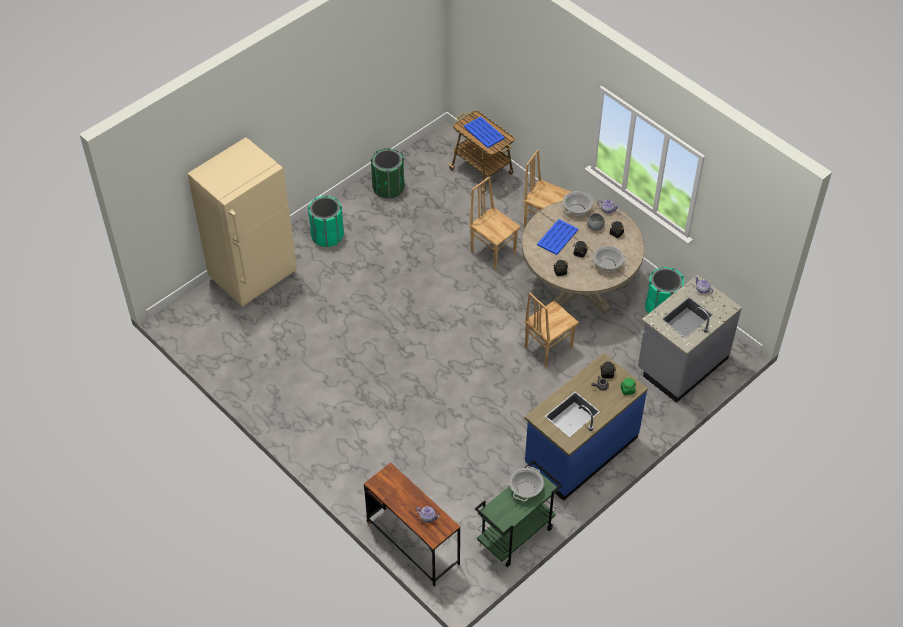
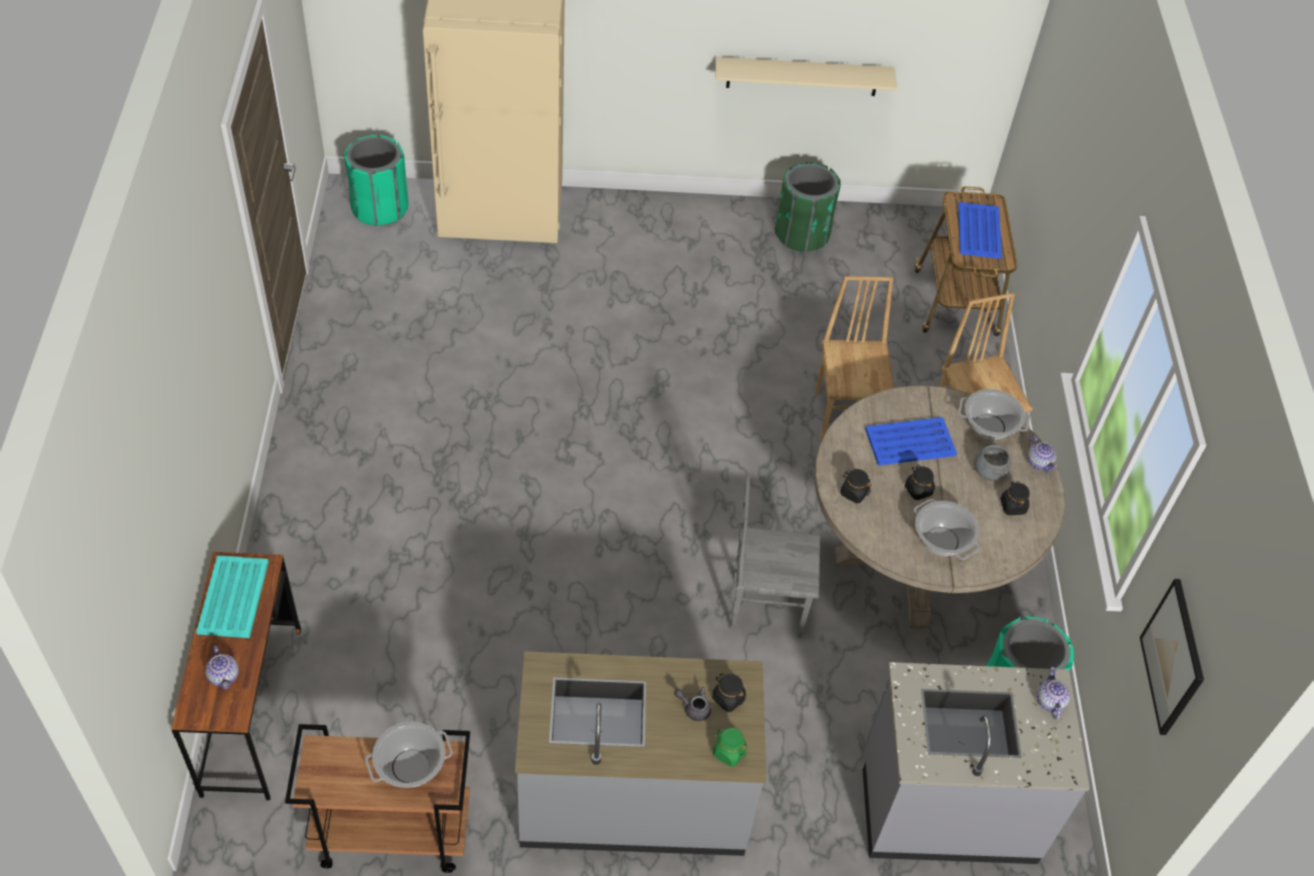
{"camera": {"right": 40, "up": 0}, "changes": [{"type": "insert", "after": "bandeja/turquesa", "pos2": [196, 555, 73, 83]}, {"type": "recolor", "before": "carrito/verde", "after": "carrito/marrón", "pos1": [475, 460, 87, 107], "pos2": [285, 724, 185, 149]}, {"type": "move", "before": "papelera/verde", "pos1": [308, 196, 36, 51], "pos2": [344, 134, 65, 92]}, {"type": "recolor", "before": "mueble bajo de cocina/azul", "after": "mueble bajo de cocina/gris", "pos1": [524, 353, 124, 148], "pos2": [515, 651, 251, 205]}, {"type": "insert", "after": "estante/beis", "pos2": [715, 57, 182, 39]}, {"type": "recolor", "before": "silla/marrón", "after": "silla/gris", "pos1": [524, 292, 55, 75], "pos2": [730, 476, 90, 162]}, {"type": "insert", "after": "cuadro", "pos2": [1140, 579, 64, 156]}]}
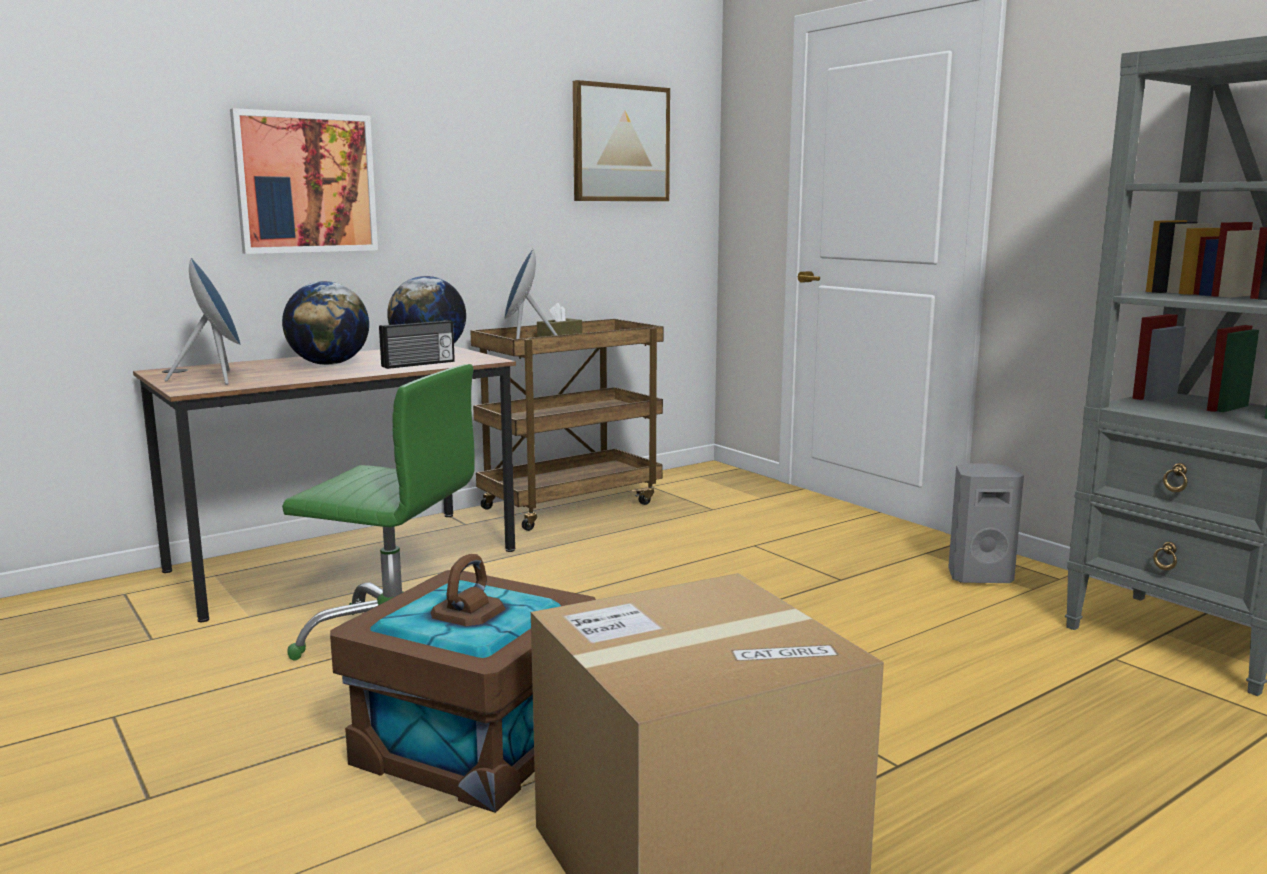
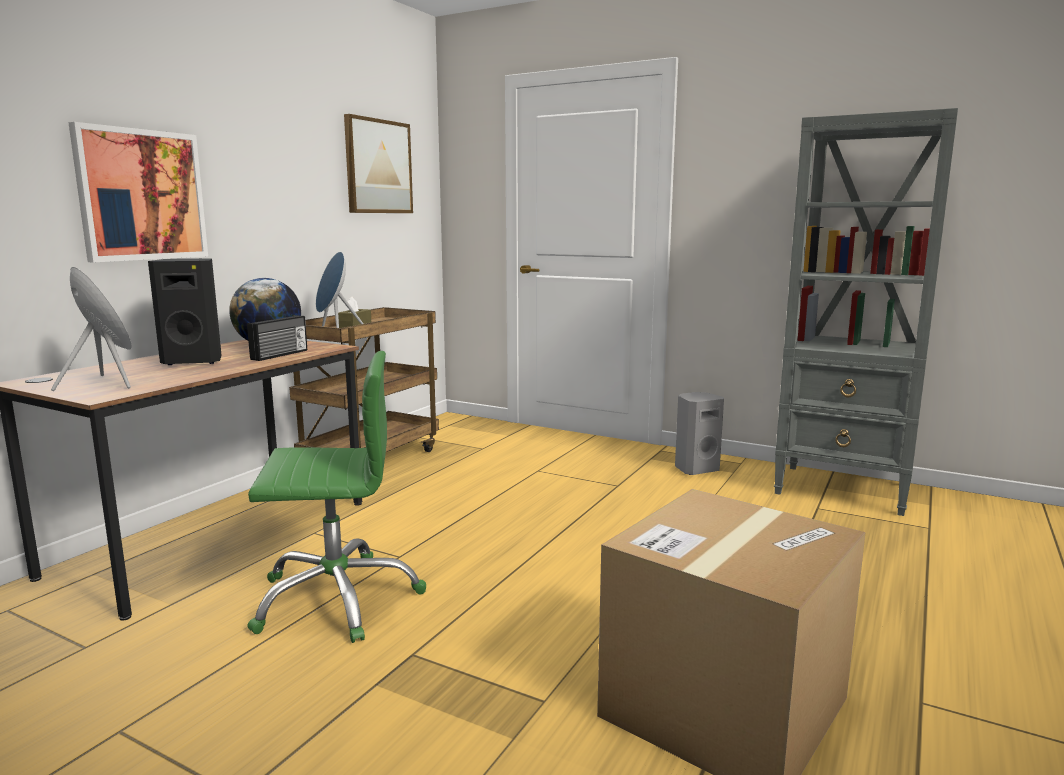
{"camera": {"right": -25, "up": 0}, "changes": [{"type": "replace", "before": "globo terráqueo", "after": "altavoz/negro", "pos1": [282, 281, 87, 84], "pos2": [148, 258, 74, 107]}, {"type": "delete", "before": "caja de almacenaje/marrón", "pos1": [330, 554, 266, 259]}]}
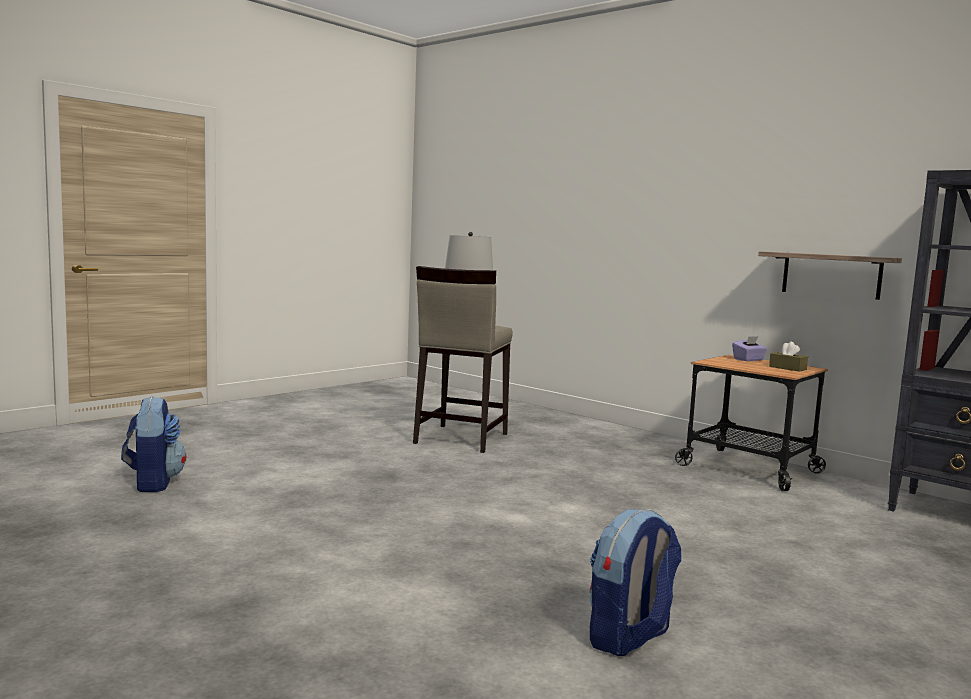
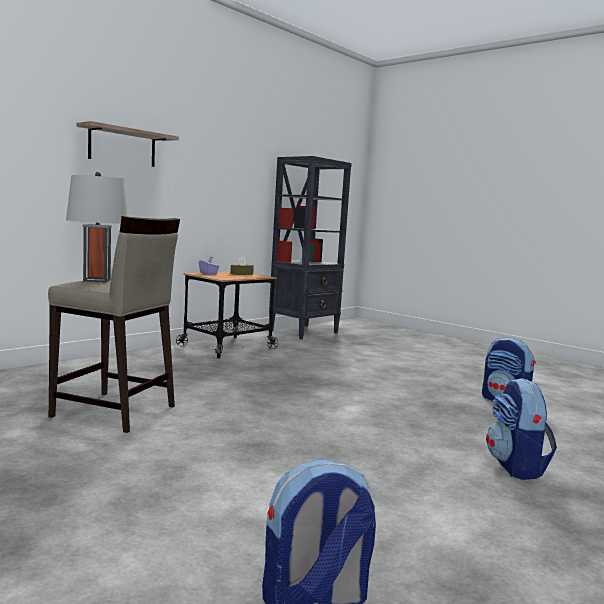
{"camera": {"right": -90, "up": 0}, "changes": [{"type": "move", "before": "estante", "pos1": [758, 251, 144, 49], "pos2": [76, 121, 103, 46]}, {"type": "insert", "after": "mochila", "pos2": [486, 378, 71, 102]}]}
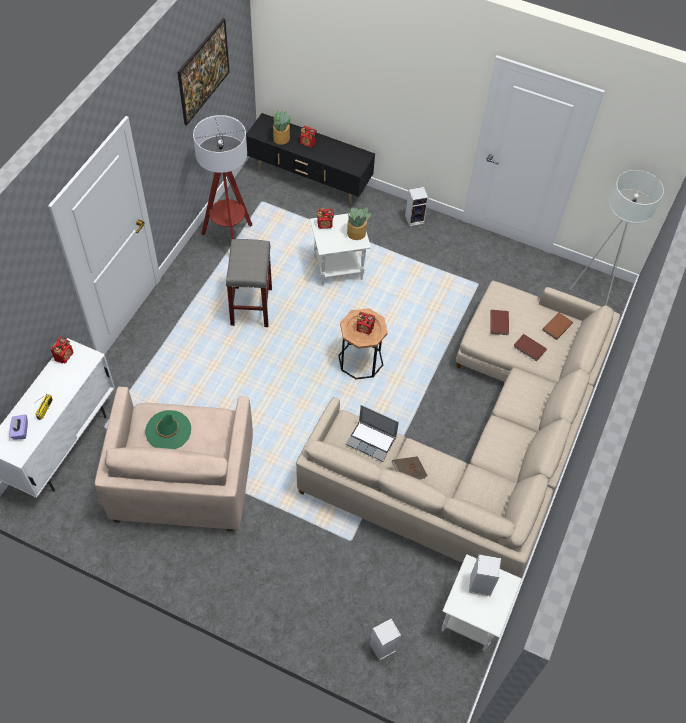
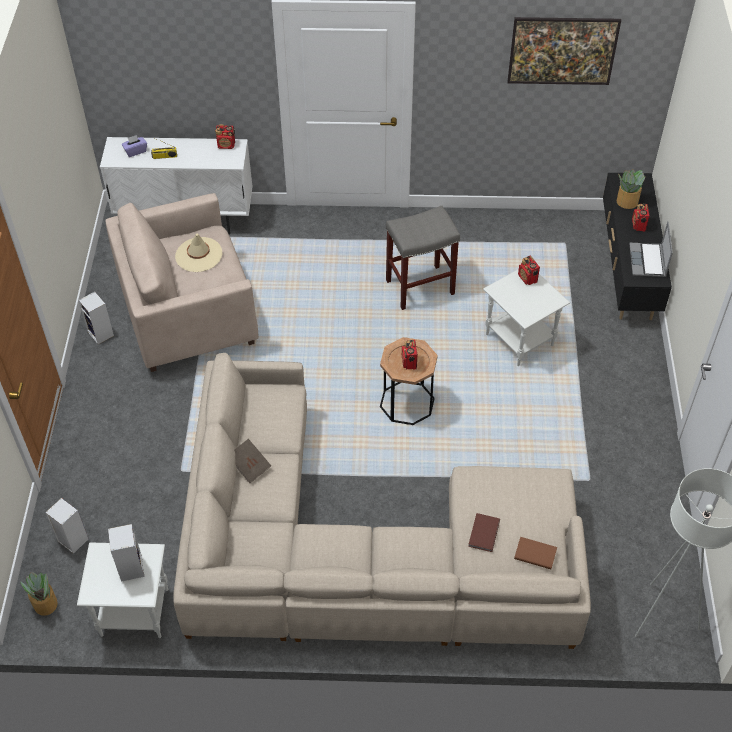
{"camera": {"right": 70, "up": -5}, "changes": [{"type": "move", "before": "planta en maceta", "pos1": [347, 207, 24, 33], "pos2": [20, 572, 38, 44]}, {"type": "move", "before": "altavoz", "pos1": [405, 187, 23, 40], "pos2": [78, 292, 36, 52]}, {"type": "recolor", "before": "sombrero/verde", "after": "sombrero/beis", "pos1": [145, 410, 46, 39], "pos2": [175, 233, 47, 39]}, {"type": "move", "before": "portátil", "pos1": [346, 405, 53, 57], "pos2": [629, 221, 44, 56]}, {"type": "delete", "before": "lámpara de pie", "pos1": [193, 115, 59, 124]}, {"type": "delete", "before": "libro/marrón", "pos1": [490, 310, 19, 25]}]}
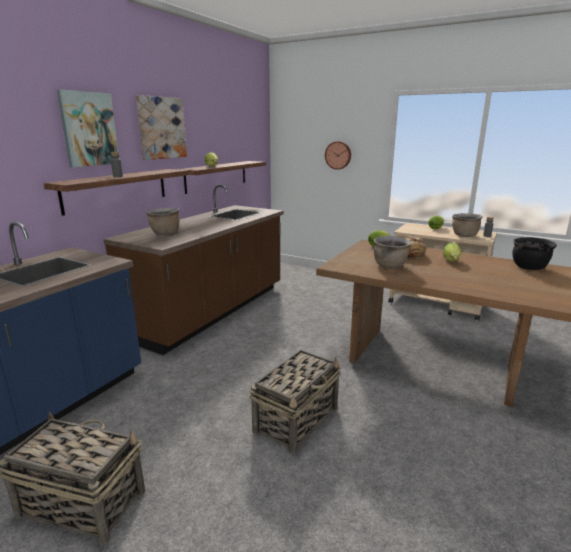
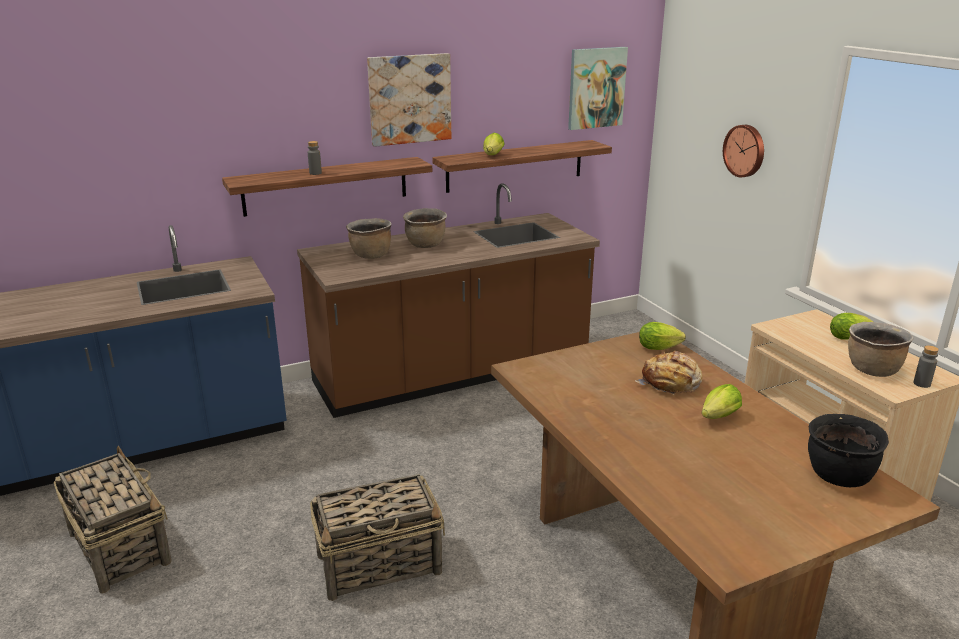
{"camera": {"right": 35, "up": 5}, "changes": [{"type": "move", "before": "olla/marrón", "pos1": [374, 236, 37, 33], "pos2": [403, 208, 44, 40]}, {"type": "move", "before": "cuadro", "pos1": [57, 90, 62, 77], "pos2": [568, 47, 60, 83]}]}
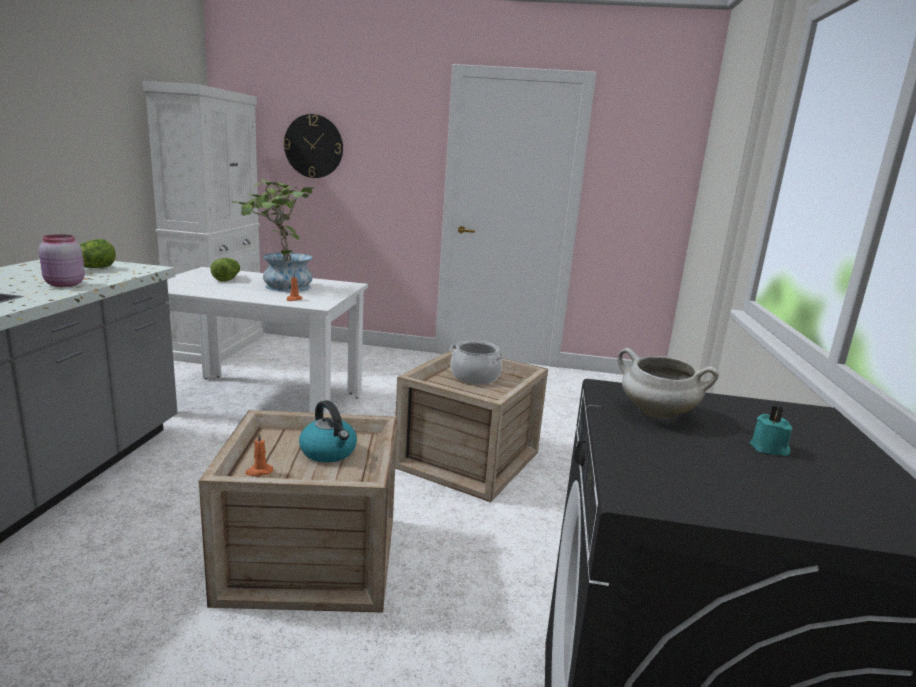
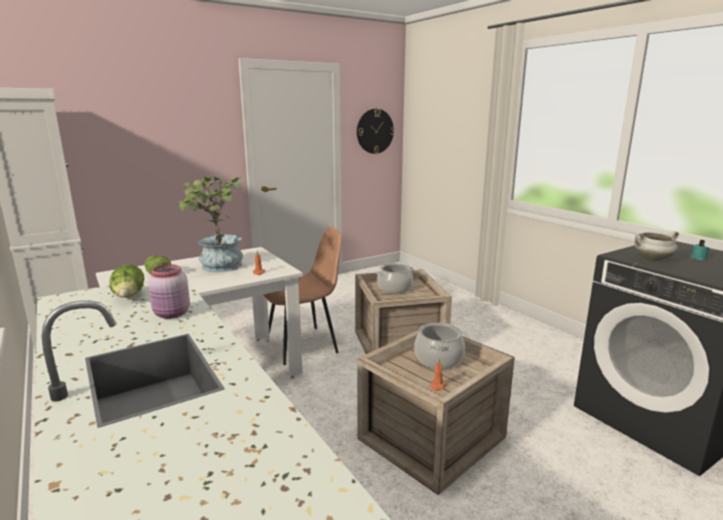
{"camera": {"right": -40, "up": 0}, "changes": [{"type": "insert", "after": "silla/marrón", "pos2": [263, 227, 79, 138]}, {"type": "move", "before": "reloj de pared", "pos1": [284, 114, 59, 64], "pos2": [357, 109, 37, 45]}, {"type": "replace", "before": "hervidor", "after": "olla", "pos1": [299, 400, 58, 62], "pos2": [414, 322, 51, 47]}]}
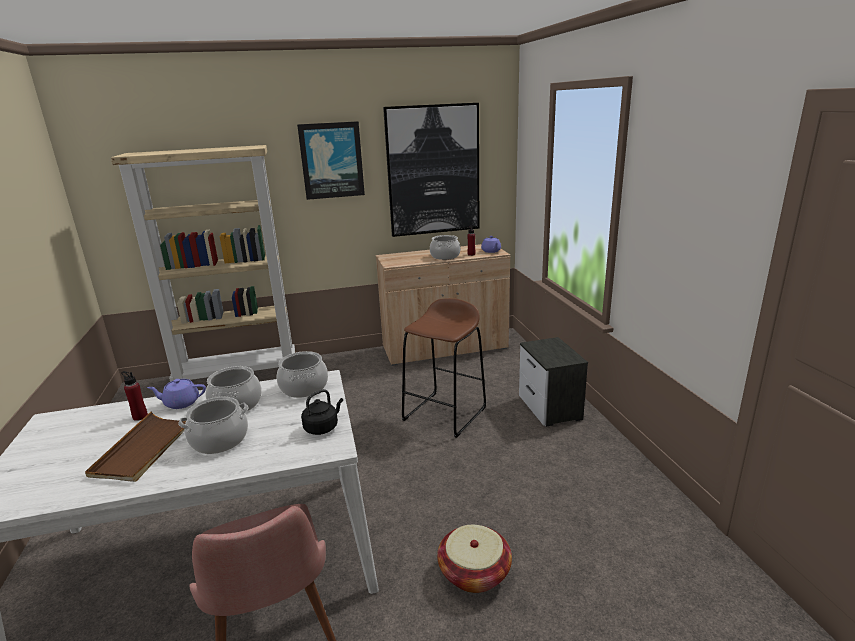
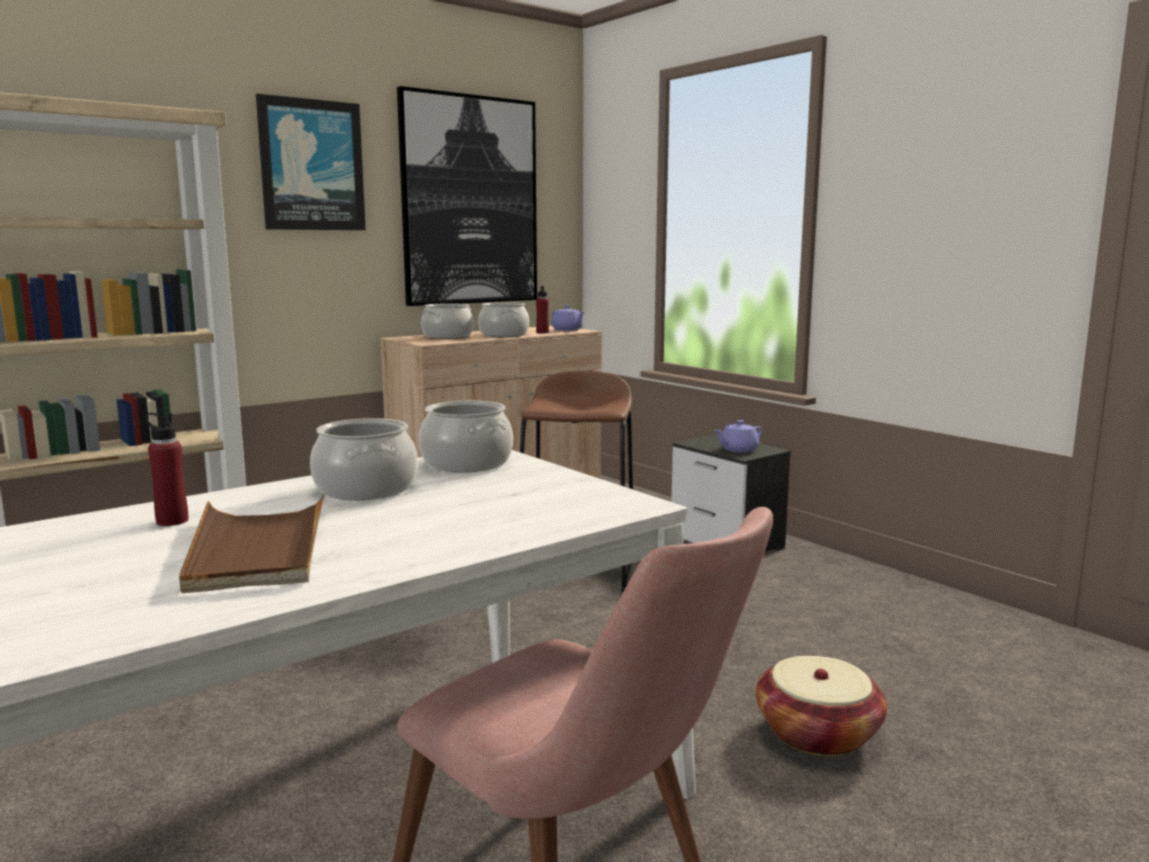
{"camera": {"right": -25, "up": -10}, "changes": [{"type": "move", "before": "olla", "pos1": [178, 397, 70, 57], "pos2": [421, 303, 53, 36]}, {"type": "move", "before": "tetera/morado", "pos1": [147, 379, 59, 30], "pos2": [714, 420, 49, 33]}, {"type": "delete", "before": "hervidor/negro", "pos1": [301, 389, 42, 46]}]}
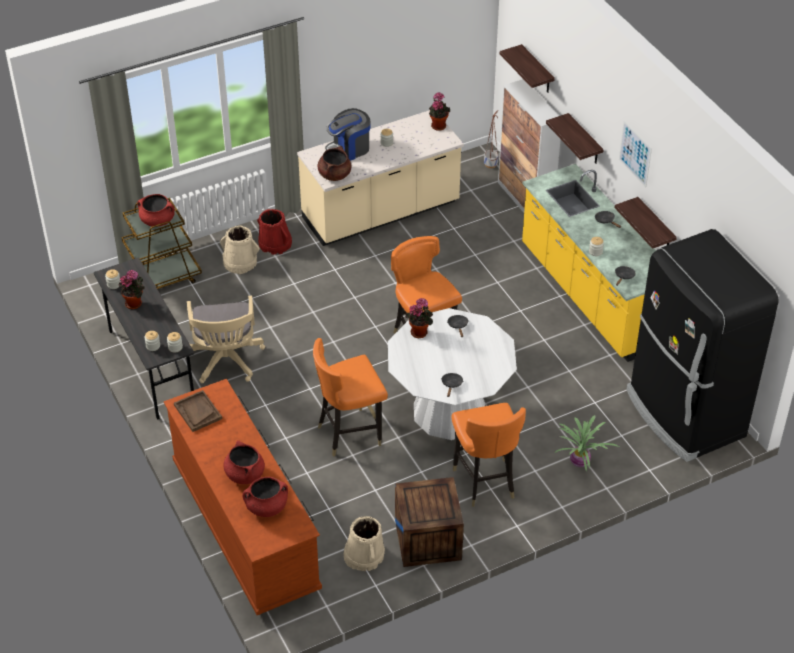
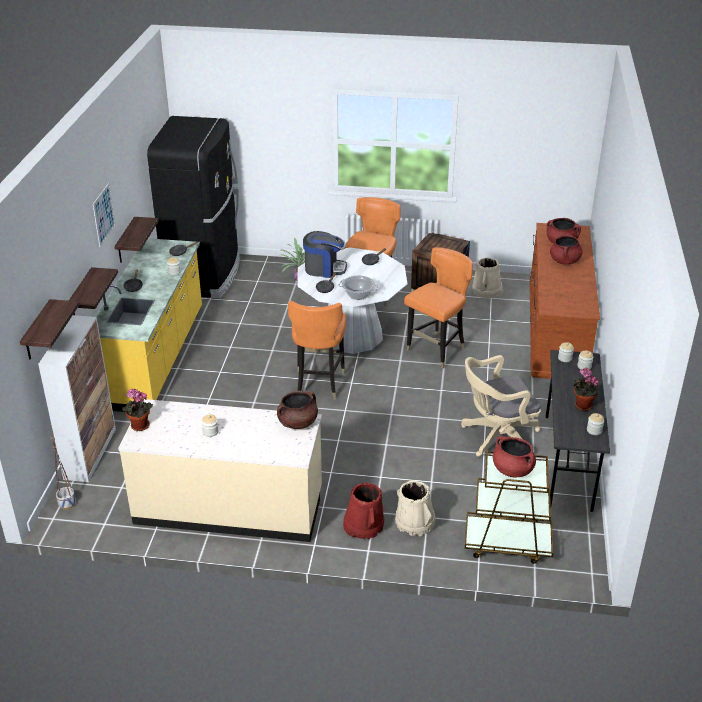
{"camera": {"right": -145, "up": -10}, "changes": [{"type": "move", "before": "cafetera", "pos1": [325, 108, 46, 53], "pos2": [303, 231, 44, 47]}, {"type": "replace", "before": "planta en maceta", "after": "olla", "pos1": [405, 298, 28, 40], "pos2": [338, 275, 40, 25]}, {"type": "rotate", "before": "silla/naranja", "pos1": [313, 338, 75, 118], "pos2": [404, 247, 69, 122], "turn": -60}, {"type": "rotate", "before": "silla de oficina/beis", "pos1": [187, 296, 78, 87], "pos2": [461, 355, 80, 102], "turn": -135}, {"type": "delete", "before": "bandeja/marrón", "pos1": [174, 390, 48, 42]}]}
